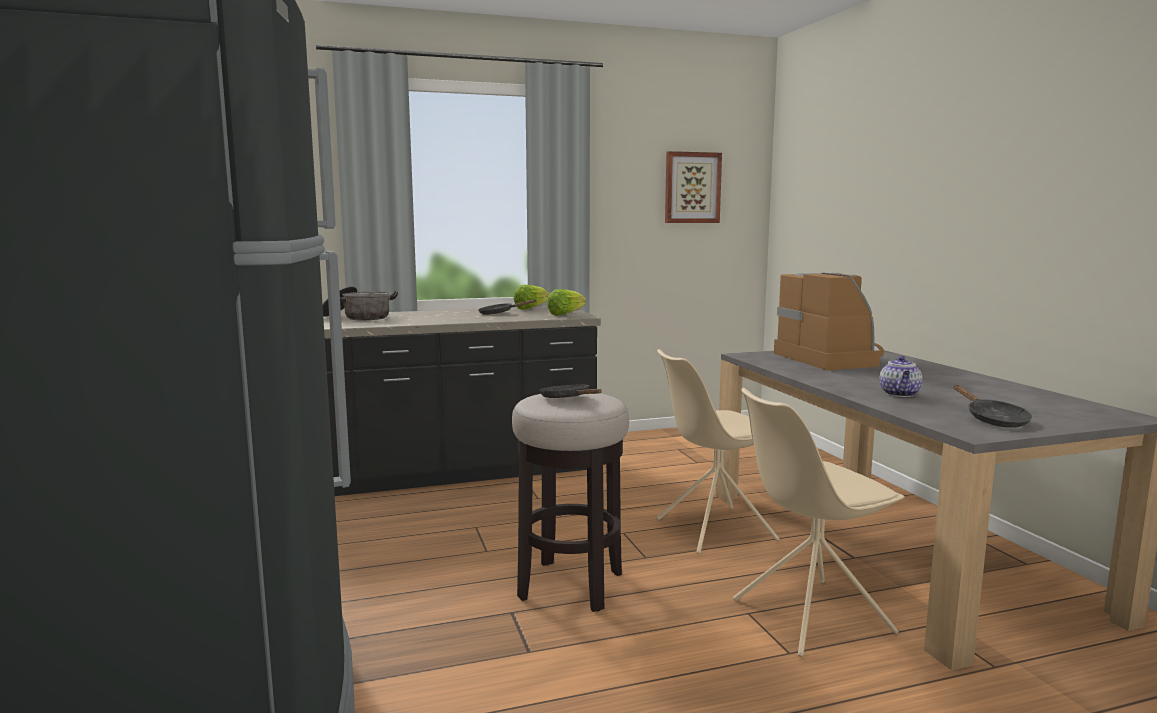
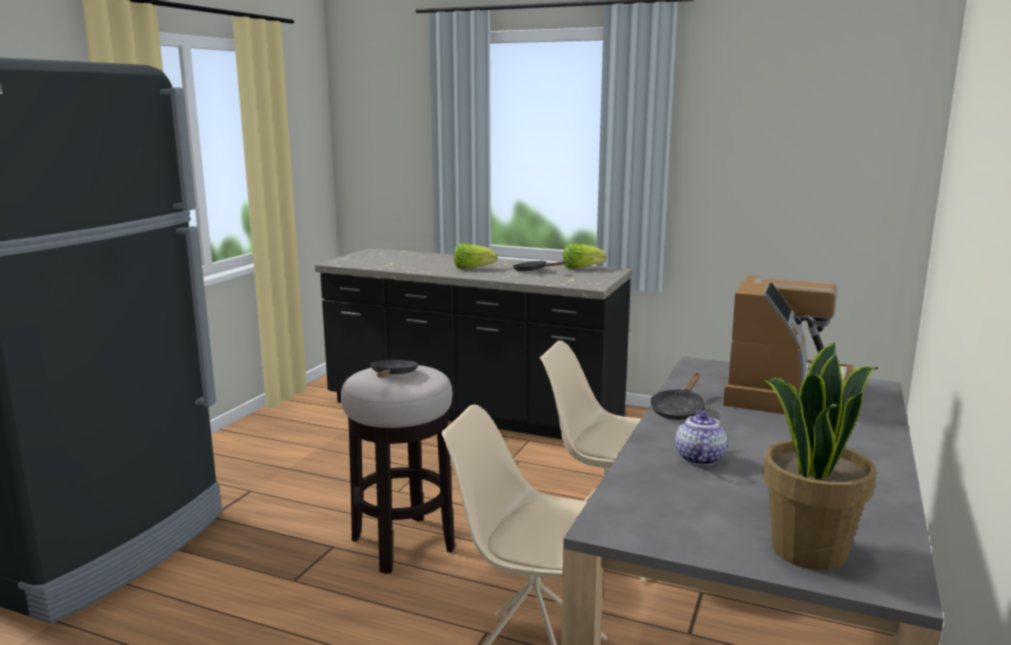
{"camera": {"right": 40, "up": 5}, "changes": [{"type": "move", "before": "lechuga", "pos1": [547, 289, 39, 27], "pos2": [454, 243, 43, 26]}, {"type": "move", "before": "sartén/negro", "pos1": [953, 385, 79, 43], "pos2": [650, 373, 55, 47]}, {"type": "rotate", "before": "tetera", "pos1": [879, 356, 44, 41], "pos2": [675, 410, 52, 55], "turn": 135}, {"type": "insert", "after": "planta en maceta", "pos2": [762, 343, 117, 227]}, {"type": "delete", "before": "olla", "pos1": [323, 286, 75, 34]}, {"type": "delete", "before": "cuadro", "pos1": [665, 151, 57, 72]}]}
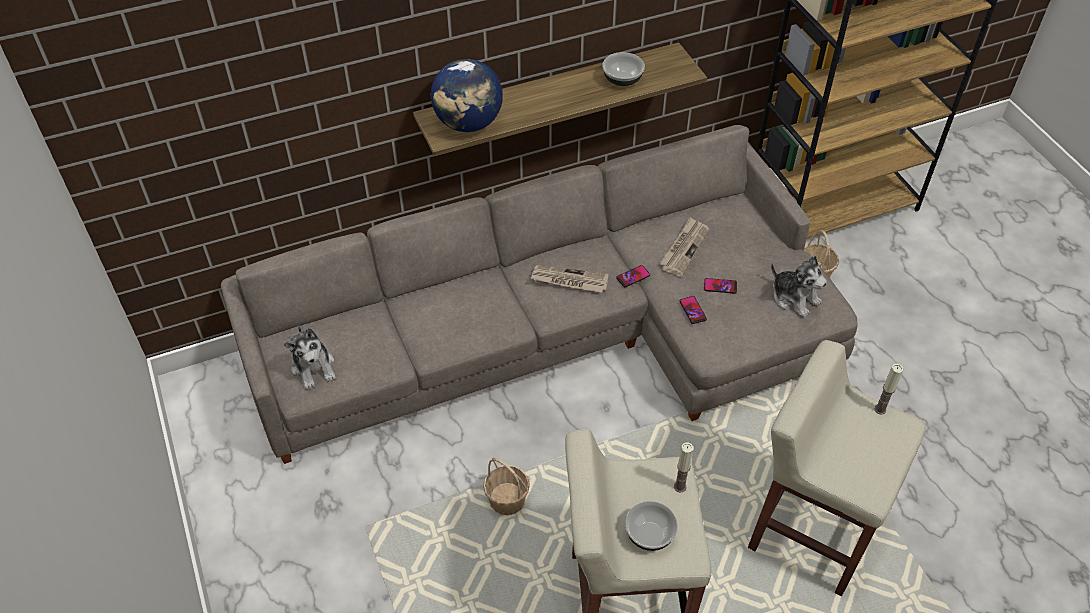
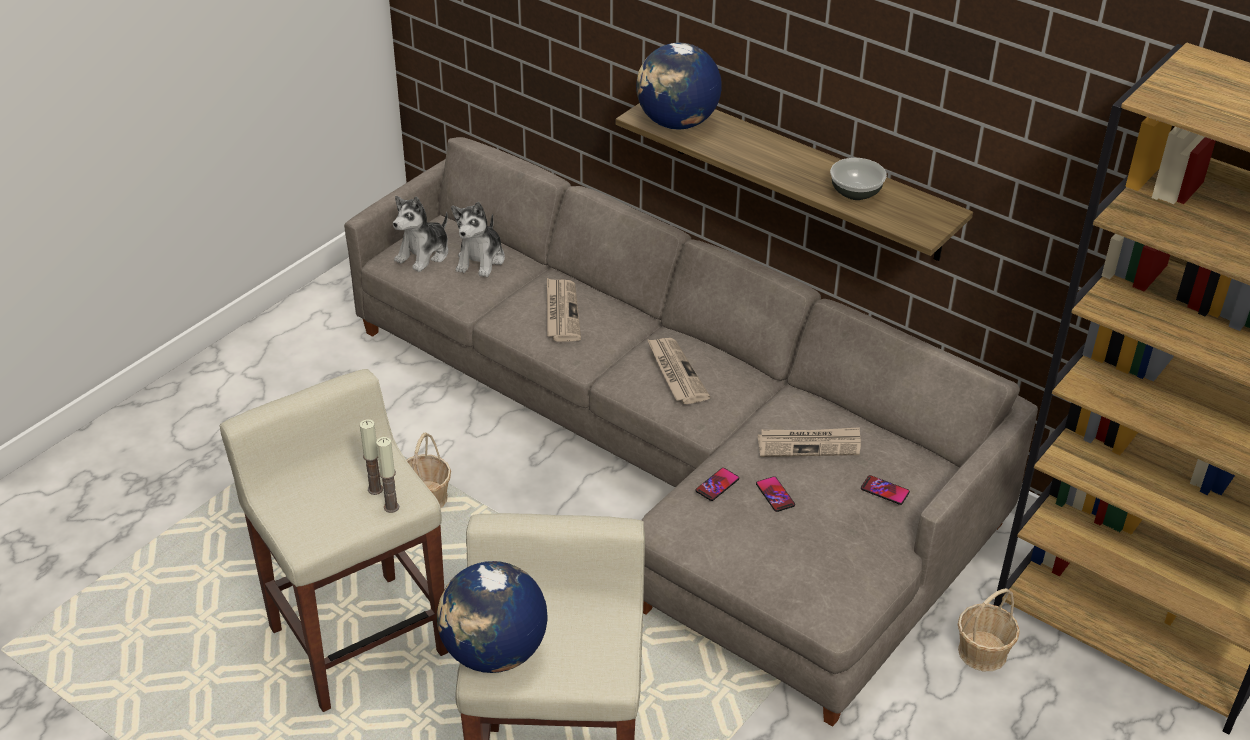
{"camera": {"right": 60, "up": -10}, "changes": [{"type": "move", "before": "vela", "pos1": [874, 364, 29, 50], "pos2": [360, 419, 23, 76]}, {"type": "insert", "after": "globo terráqueo", "pos2": [437, 561, 111, 112]}, {"type": "move", "before": "peluche", "pos1": [771, 255, 56, 63], "pos2": [451, 202, 54, 75]}, {"type": "insert", "after": "periódico", "pos2": [547, 278, 34, 63]}, {"type": "move", "before": "móvil", "pos1": [616, 265, 34, 22], "pos2": [861, 475, 49, 30]}, {"type": "delete", "before": "cuenco", "pos1": [625, 501, 53, 50]}]}
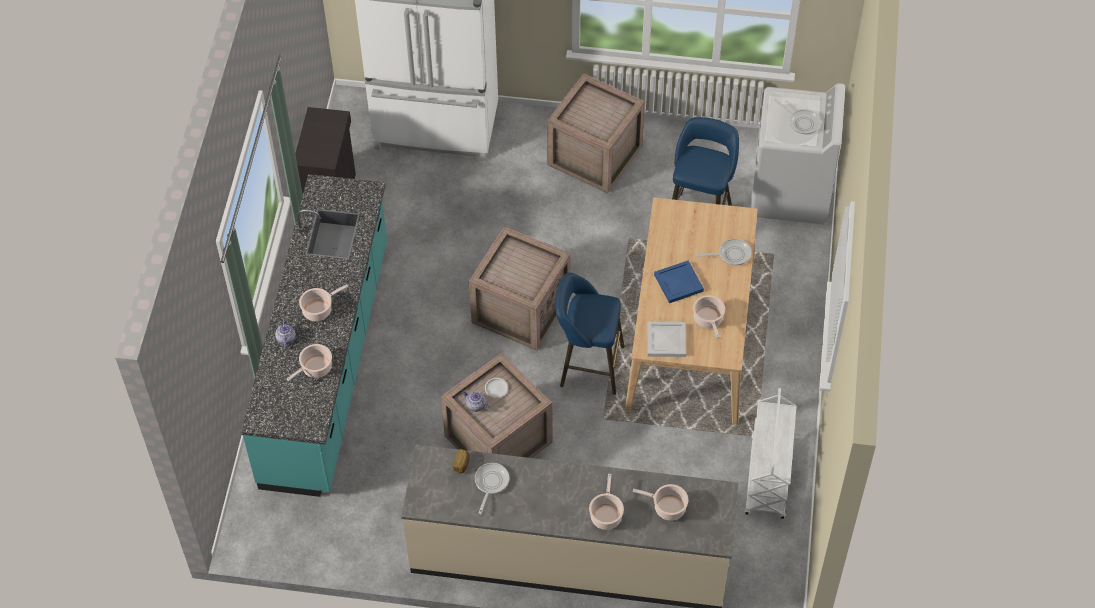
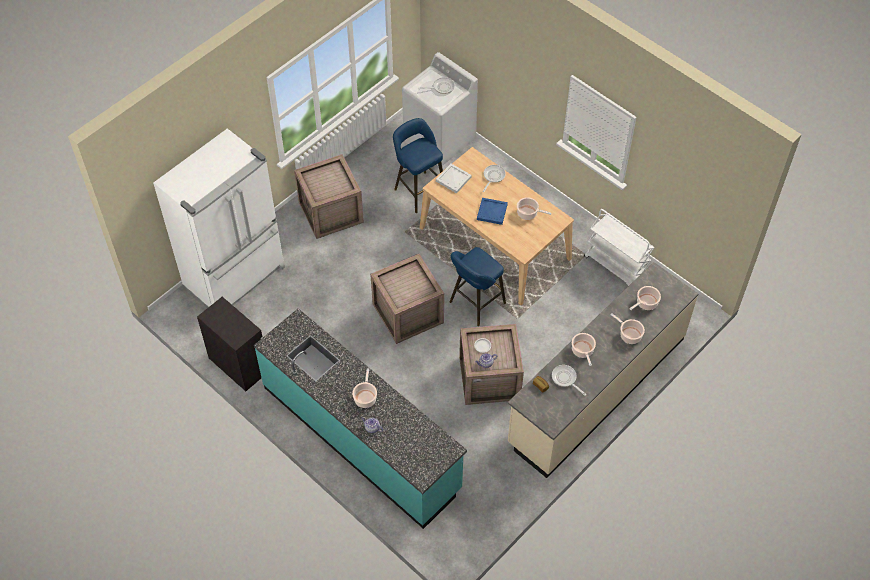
{"camera": {"right": -55, "up": 0}, "changes": [{"type": "move", "before": "bandeja/blanco", "pos1": [647, 322, 39, 35], "pos2": [436, 164, 36, 30]}, {"type": "move", "before": "olla", "pos1": [287, 344, 45, 37], "pos2": [572, 333, 24, 33]}]}
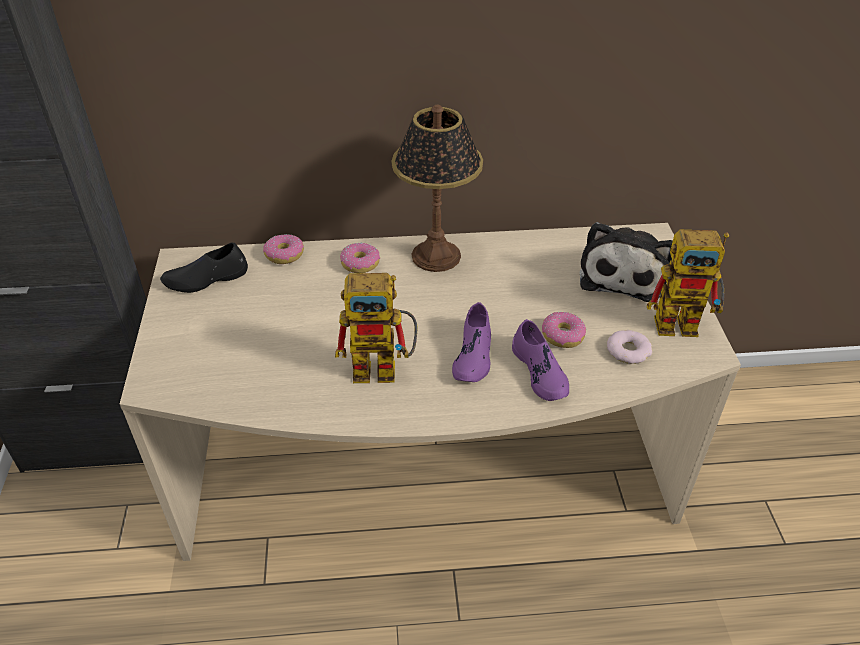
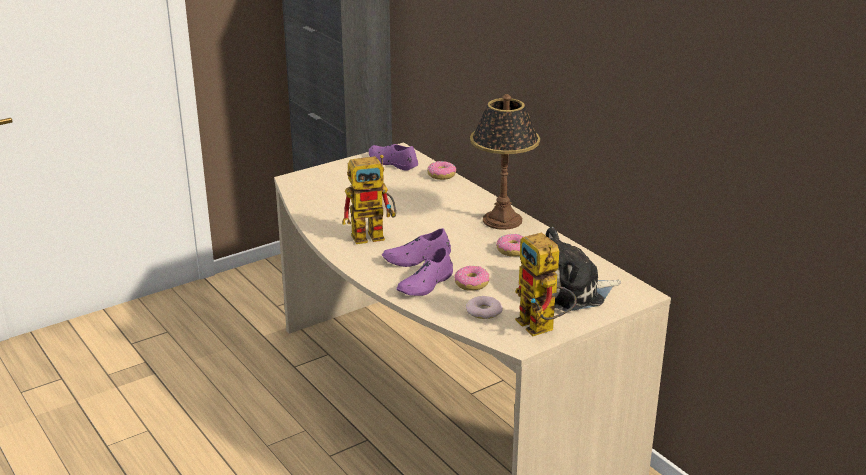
{"camera": {"right": 60, "up": -15}, "changes": [{"type": "rotate", "before": "robot de juguete", "pos1": [335, 273, 82, 110], "pos2": [342, 155, 54, 89], "turn": -75}, {"type": "recolor", "before": "zapato/negro", "after": "zapato/morado", "pos1": [160, 243, 88, 50], "pos2": [369, 144, 49, 27]}, {"type": "move", "before": "rosquilla", "pos1": [340, 243, 40, 30], "pos2": [496, 234, 28, 23]}]}
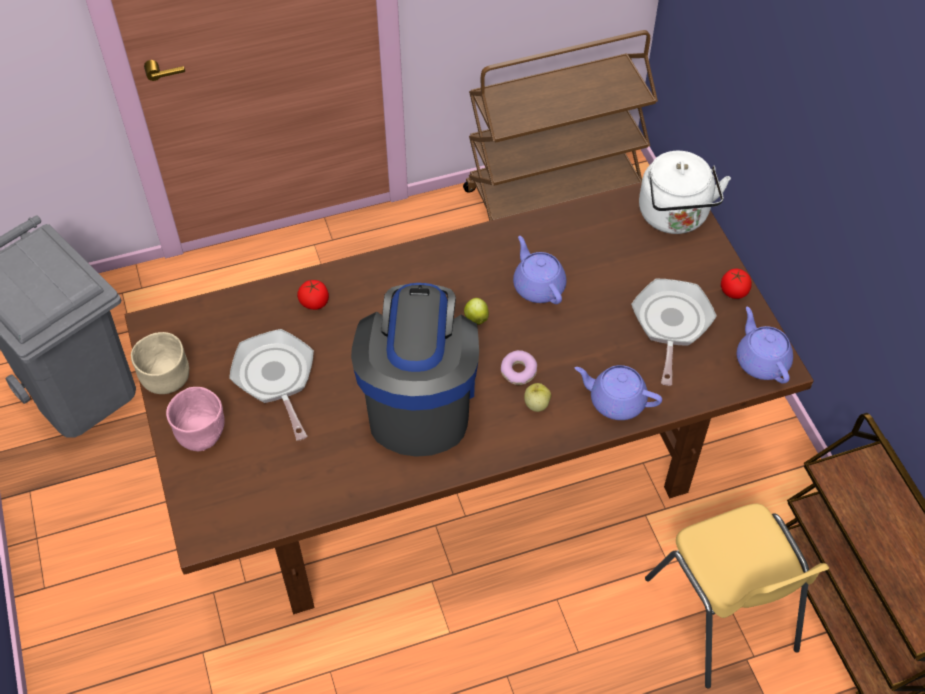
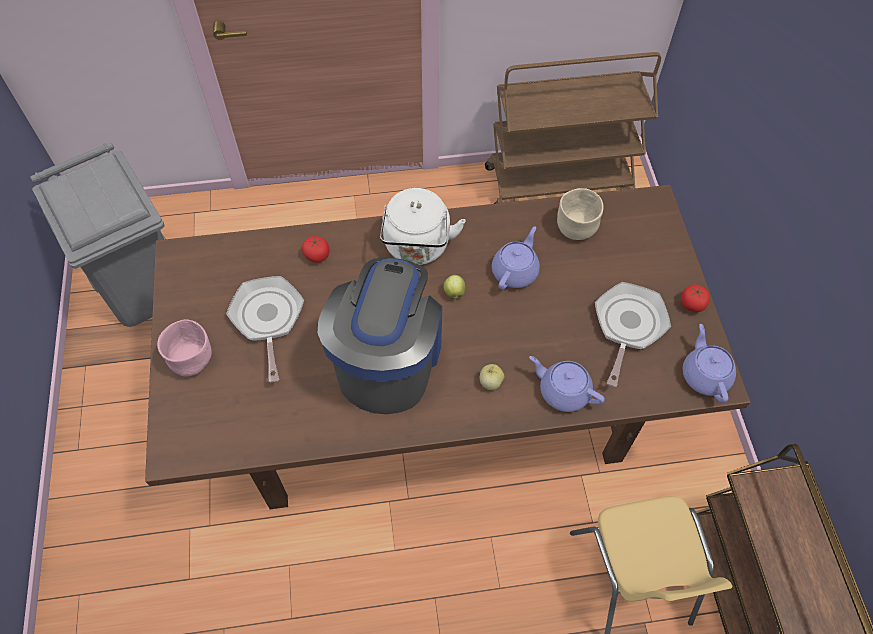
{"camera": {"right": 10, "up": 5}, "changes": [{"type": "move", "before": "hervidor/blanco", "pos1": [639, 151, 92, 83], "pos2": [380, 188, 86, 77]}, {"type": "rotate", "before": "tetera/morado", "pos1": [513, 236, 54, 68], "pos2": [492, 227, 48, 63], "turn": 45}, {"type": "move", "before": "cuenco/beis", "pos1": [131, 332, 58, 62], "pos2": [557, 188, 47, 52]}, {"type": "delete", "before": "rosquilla", "pos1": [501, 350, 36, 35]}]}
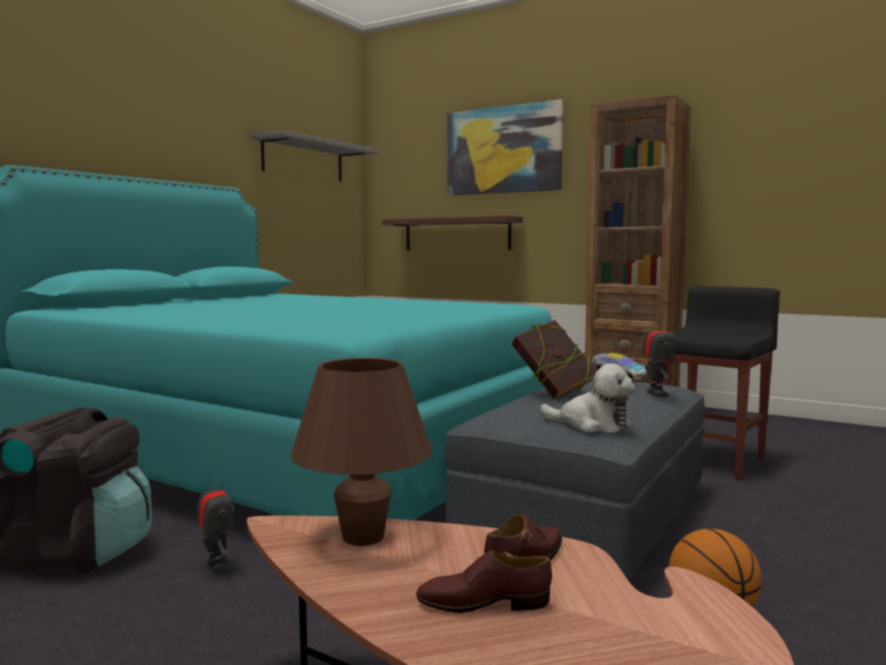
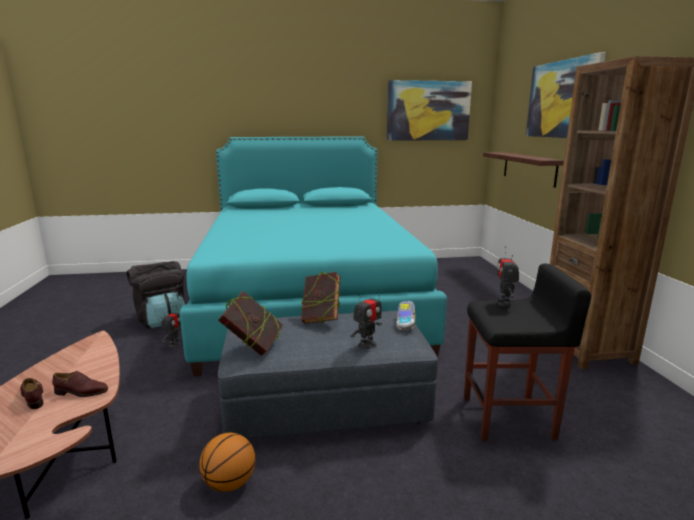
{"camera": {"right": 50, "up": 10}, "changes": [{"type": "replace", "before": "peluche", "after": "libro", "pos1": [540, 363, 95, 70], "pos2": [218, 291, 65, 65]}, {"type": "replace", "before": "estante/gris", "after": "cuadro", "pos1": [251, 129, 126, 53], "pos2": [387, 80, 85, 61]}, {"type": "insert", "after": "robot de juguete", "pos2": [496, 246, 23, 61]}, {"type": "delete", "before": "lámpara de mesa/marrón", "pos1": [290, 358, 142, 188]}]}
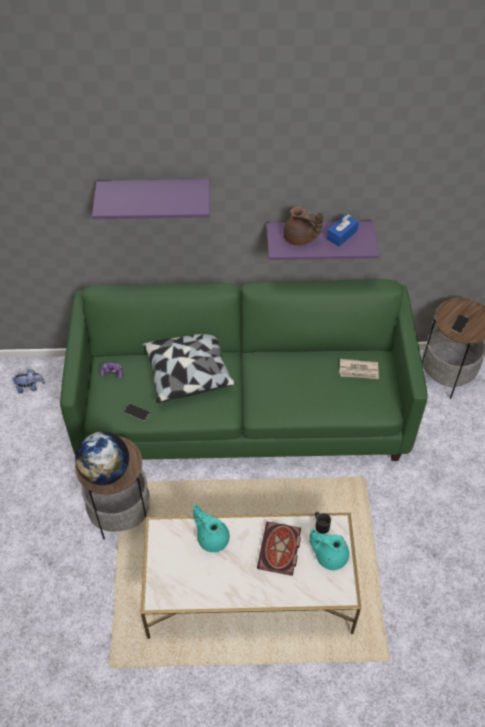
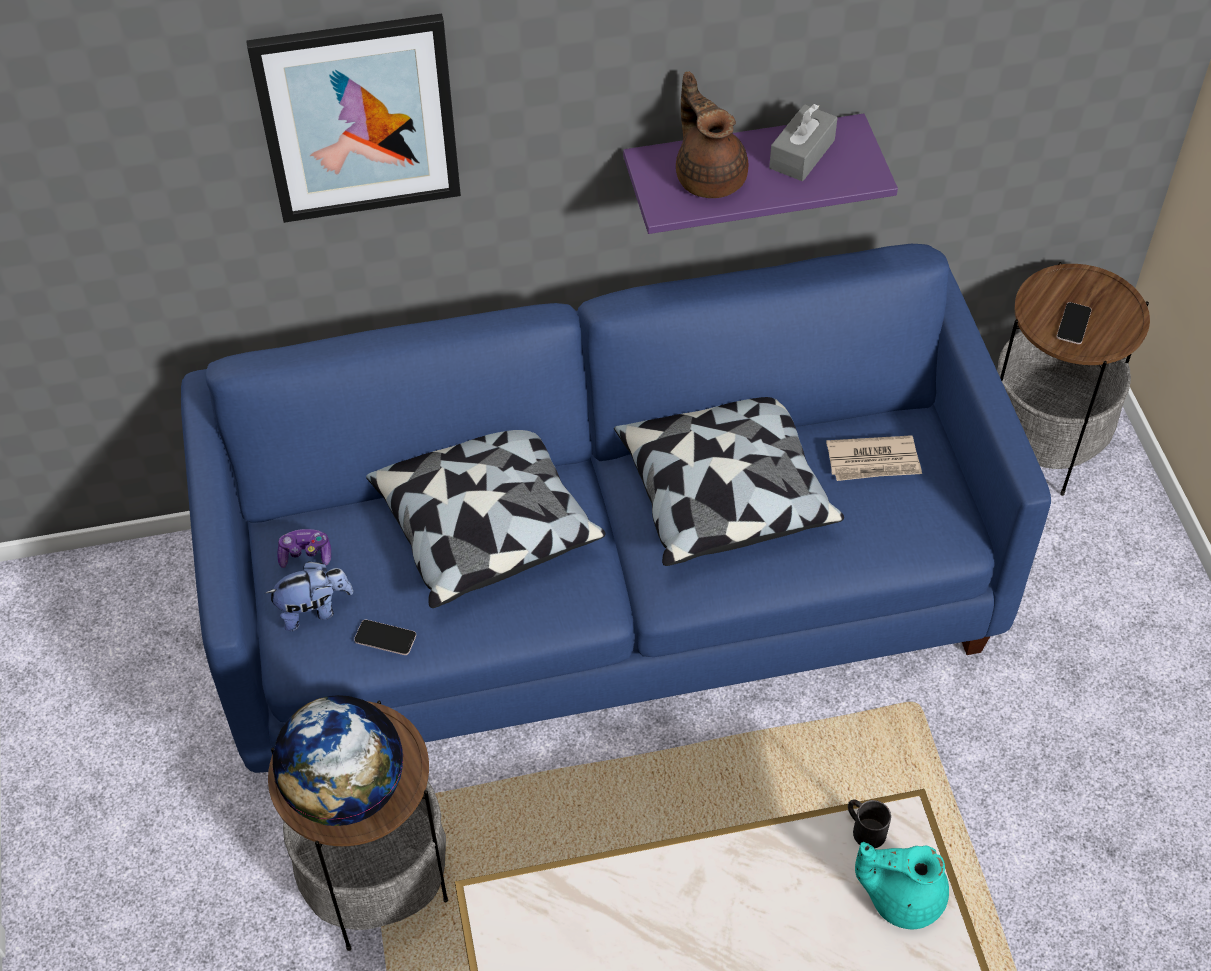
{"camera": {"right": -10, "up": 0}, "changes": [{"type": "recolor", "before": "sofá/verde", "after": "sofá/azul", "pos1": [60, 279, 367, 182], "pos2": [181, 244, 870, 529]}, {"type": "replace", "before": "estante/morado", "after": "cuadro", "pos1": [92, 179, 118, 40], "pos2": [246, 13, 215, 210]}, {"type": "move", "before": "peluche", "pos1": [12, 369, 33, 25], "pos2": [265, 561, 88, 70]}, {"type": "insert", "after": "cojín", "pos2": [614, 397, 230, 169]}, {"type": "rotate", "before": "tetera/marrón", "pos1": [283, 207, 40, 39], "pos2": [676, 72, 72, 126], "turn": -135}, {"type": "recolor", "before": "caja de pañuelos/azul", "after": "caja de pañuelos/gris", "pos1": [326, 214, 33, 32], "pos2": [769, 104, 68, 77]}, {"type": "delete", "before": "tetera/turquesa", "pos1": [193, 504, 37, 48]}, {"type": "delete", "before": "libro", "pos1": [257, 522, 44, 54]}]}
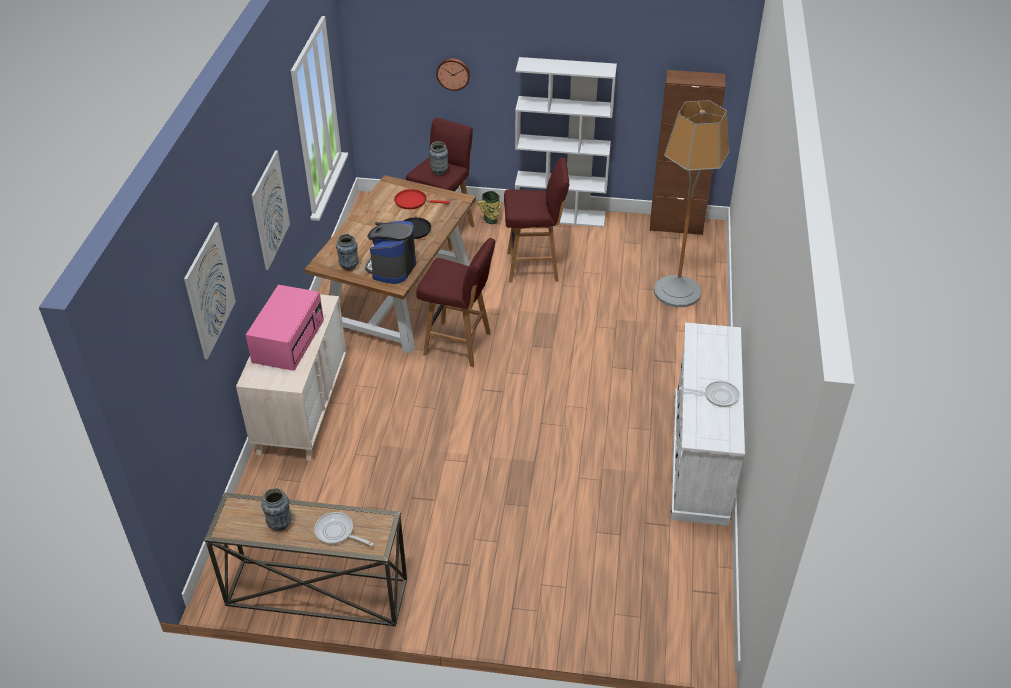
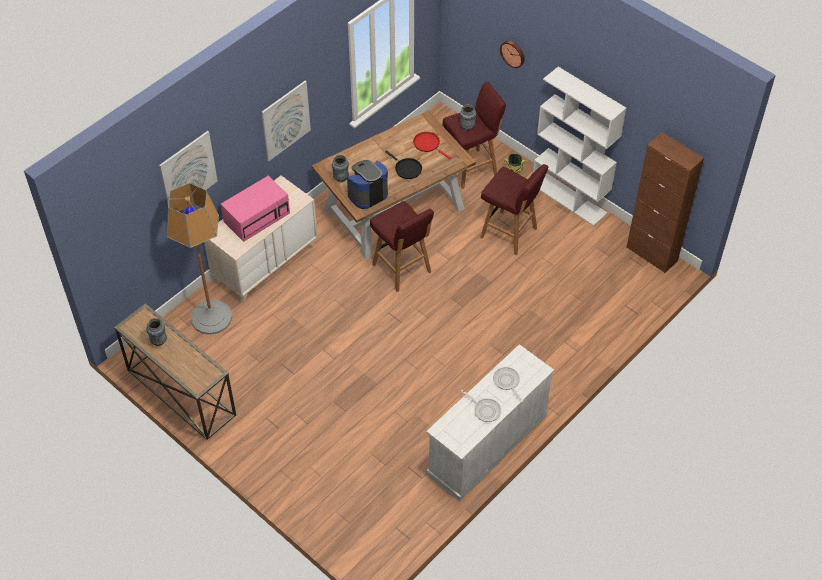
{"camera": {"right": 35, "up": 10}, "changes": [{"type": "move", "before": "lámpara de pie", "pos1": [654, 100, 75, 207], "pos2": [167, 183, 65, 152]}, {"type": "move", "before": "sartén", "pos1": [314, 512, 60, 34], "pos2": [493, 367, 30, 36]}]}
